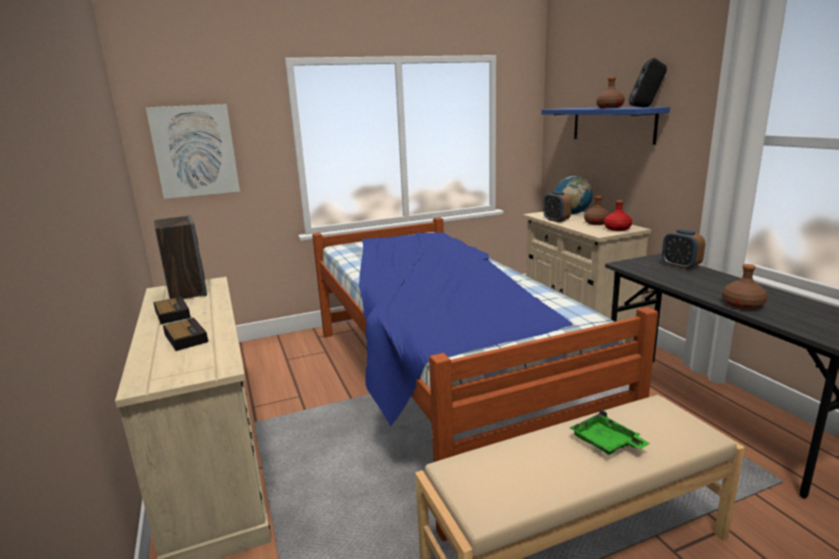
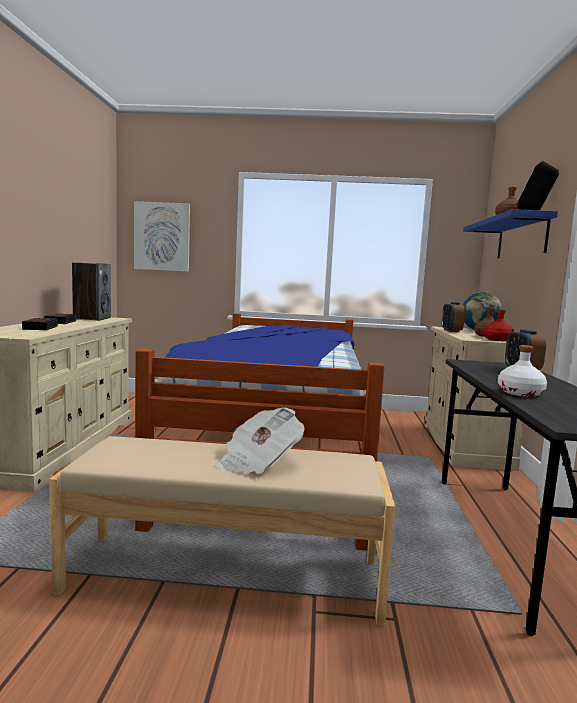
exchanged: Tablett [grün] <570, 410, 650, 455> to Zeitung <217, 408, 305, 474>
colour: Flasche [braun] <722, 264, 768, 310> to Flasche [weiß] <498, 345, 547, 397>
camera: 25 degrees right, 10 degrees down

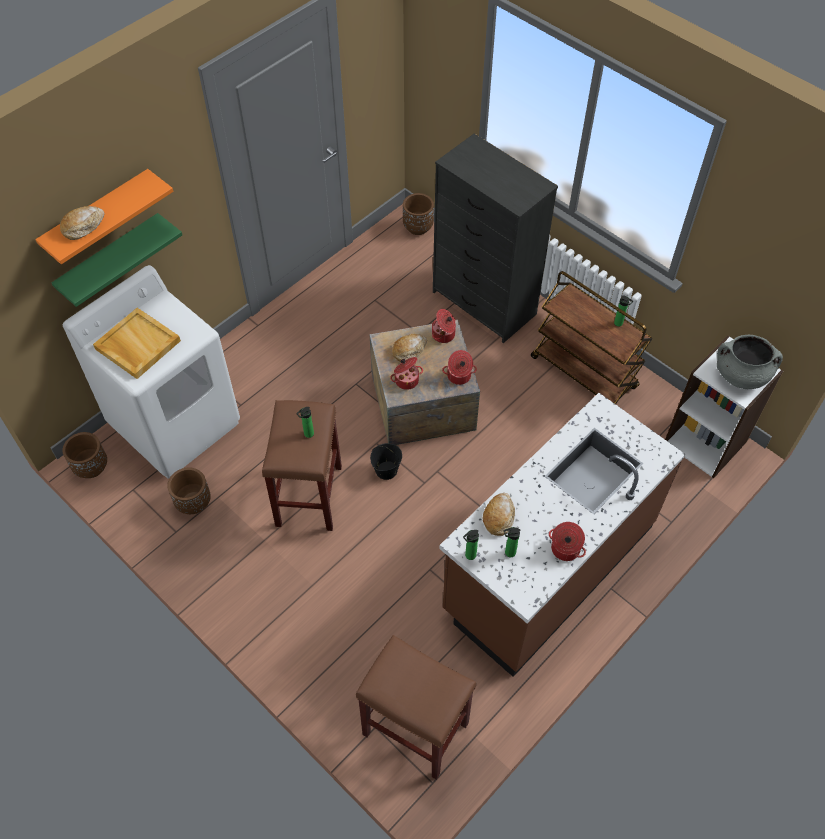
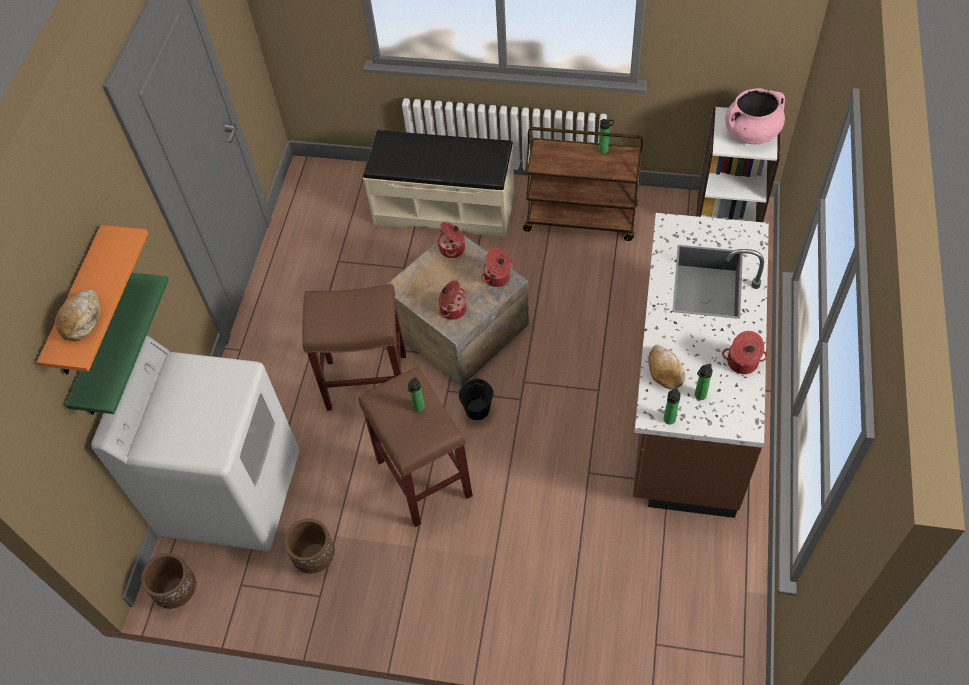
missing: Tablett [beige] <93, 308, 181, 379>; Brot <392, 334, 427, 361>; Pflanzkübel [braun] <403, 193, 434, 235>
relocated: Hocker [braun] <356, 635, 476, 780> to <302, 284, 406, 411>
exchanged: Kommode [schwarz] <433, 134, 558, 343> to Bank [beige] <363, 130, 515, 237>
colour: Kochtopf [grau] <717, 335, 783, 389> to Kochtopf [rosa] <725, 88, 785, 144>
camera: 30 degrees left, 0 degrees up

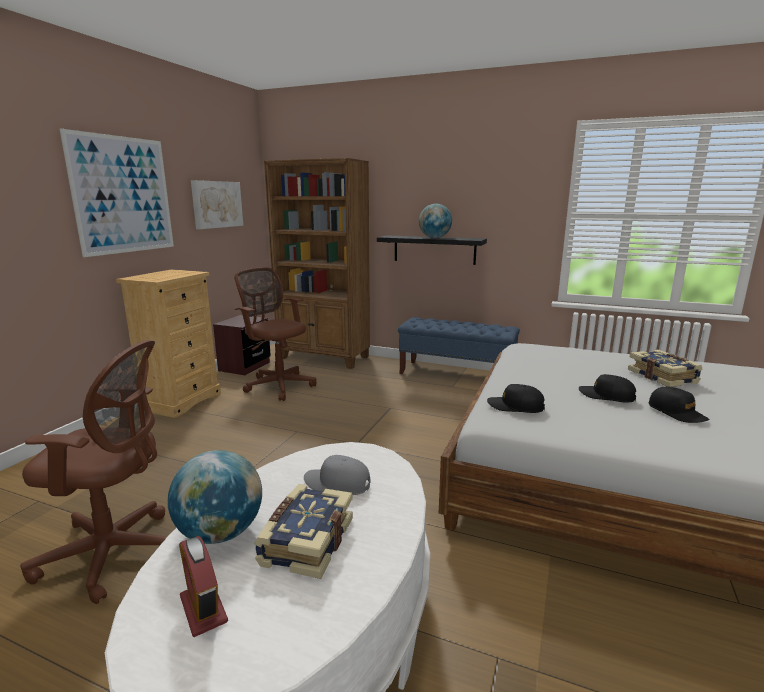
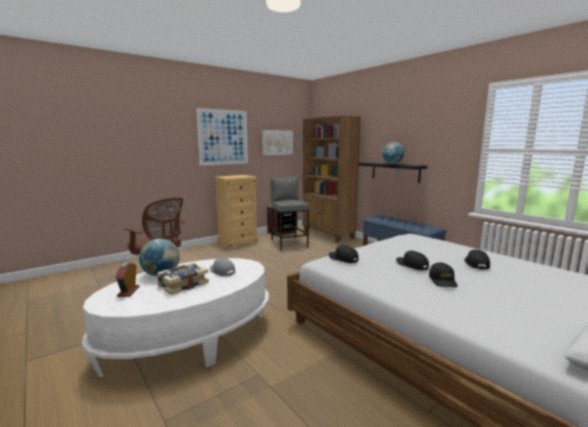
exchanged: Bürostuhl [braun] <234, 267, 316, 401> to Hocker [grau] <270, 177, 310, 250>; Buch <628, 350, 703, 387> to Kappe [schwarz] <464, 249, 490, 270>
camera: 30 degrees right, 5 degrees down

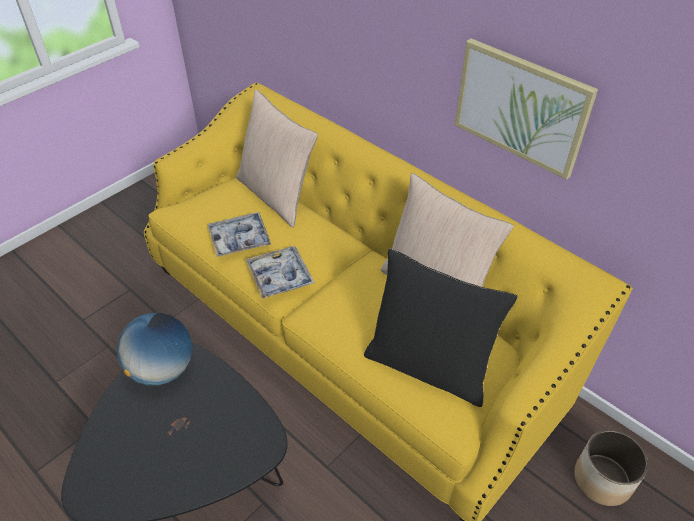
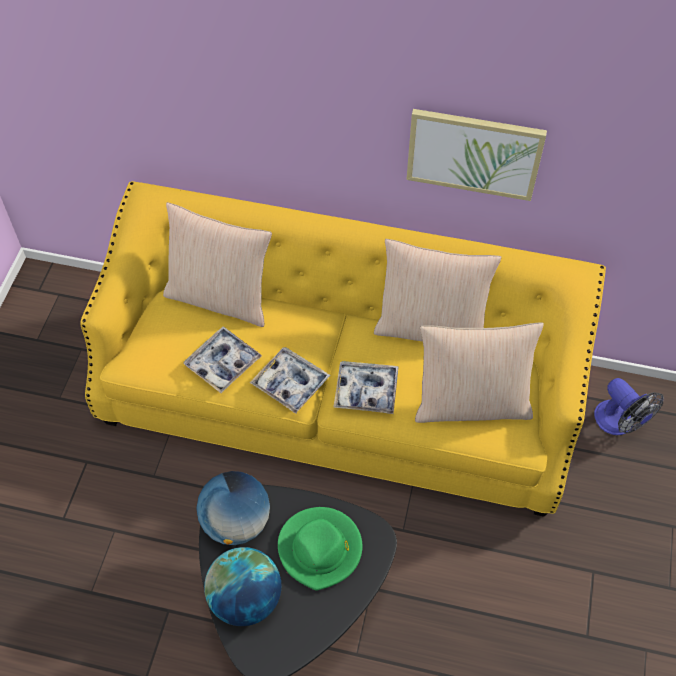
appeared: Globus <204, 547, 281, 626>; Hut [grün] <278, 507, 362, 590>; Tablett <333, 361, 399, 414>
exchanged: Pflanzkübel <574, 430, 648, 506> to Ventilator <594, 378, 664, 435>
colour: Kissen [schwarz] <364, 248, 518, 407> to Kissen [beige] <415, 322, 544, 423>
camera: 30 degrees left, 10 degrees up

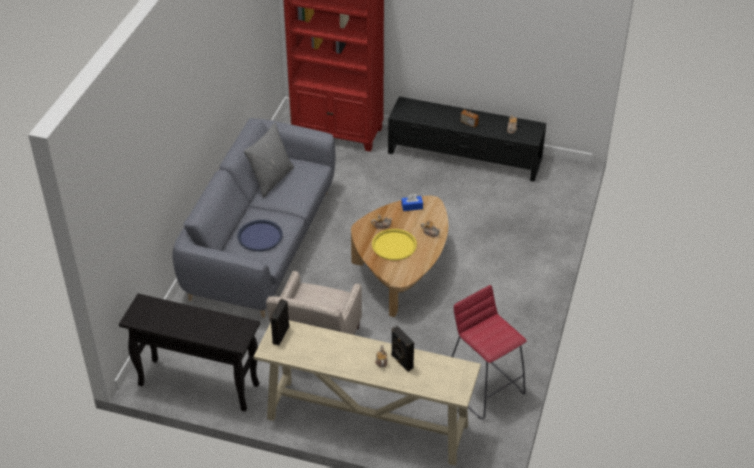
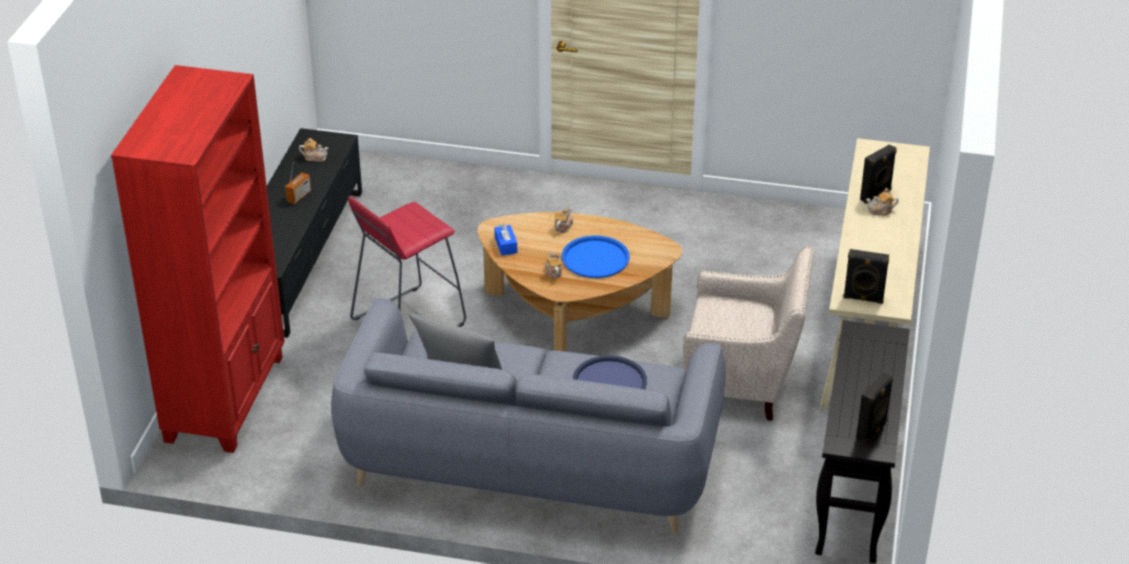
appeared: Lautsprecher [schwarz] <856, 372, 893, 444>
relocated: Hocker [rot] <451, 285, 527, 420> to <348, 197, 466, 327>
colour: Tablett [gelb] <372, 229, 417, 260> to Tablett [blau] <562, 235, 630, 278>
camera: 95 degrees left, 5 degrees down

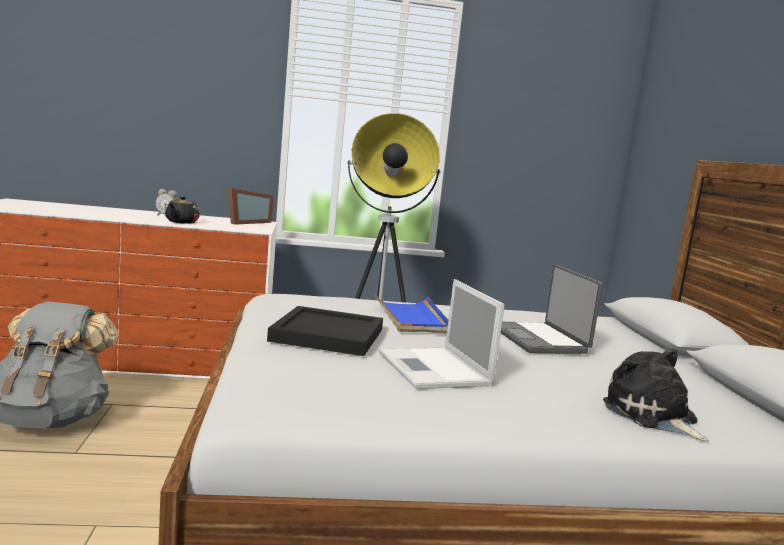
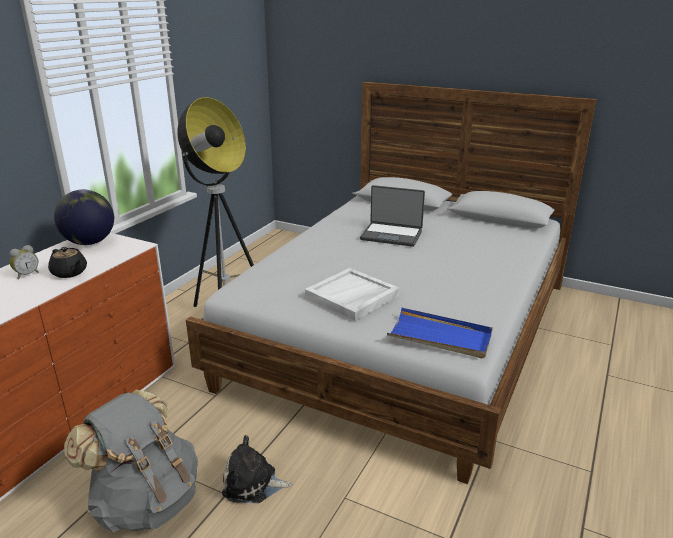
missing: Laptop <379, 279, 505, 389>
relocated: Tablett [blau] <374, 294, 448, 333> to <387, 308, 493, 358>; Plüschtier <603, 348, 709, 441> to <222, 435, 293, 503>
exchanged: Bilderrahmen <228, 188, 274, 225> to Globus <54, 190, 114, 245>
colour: Tablett [schwarz] <267, 306, 383, 356> to Tablett [weiß] <305, 268, 399, 321>
camera: 55 degrees left, 15 degrees up

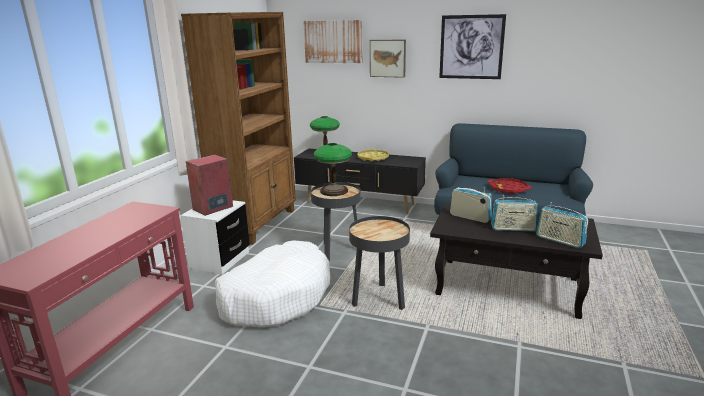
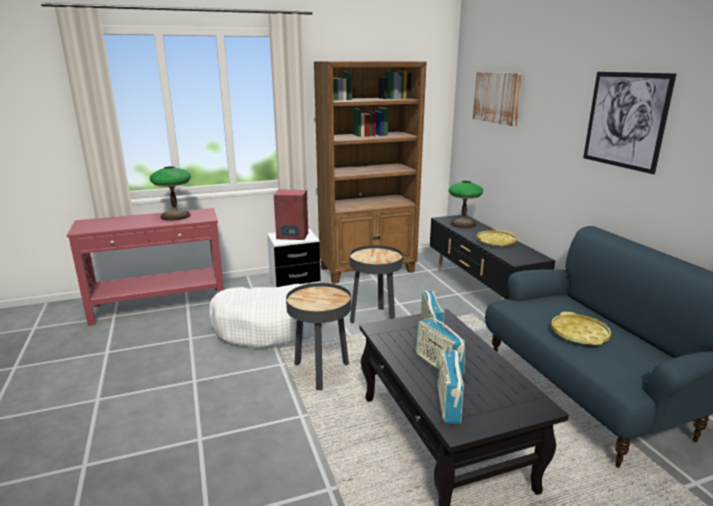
missing: Bild <370, 40, 406, 78>
relocated: Tischlampe <314, 143, 352, 196> to <150, 166, 191, 221>
colour: Tablett [rot] <487, 178, 532, 194> to Tablett [gelb] <551, 312, 611, 345>
camera: 50 degrees right, 0 degrees up

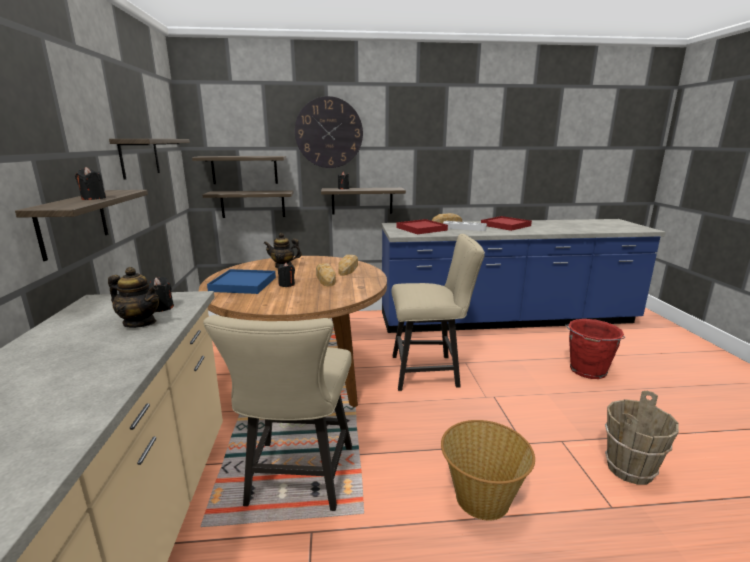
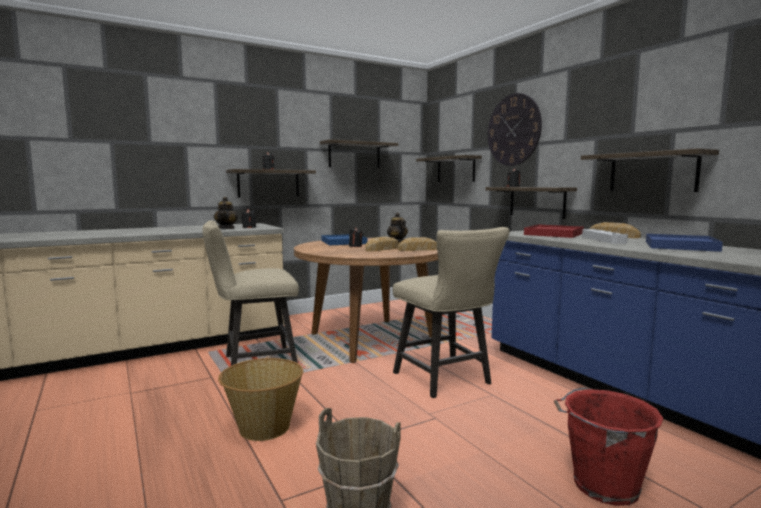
relocated: Wandregal <202, 191, 294, 218> to <581, 148, 719, 192>
colour: Tablett [rot] <481, 216, 532, 231> to Tablett [blau] <646, 234, 723, 252>
camera: 65 degrees right, 10 degrees down

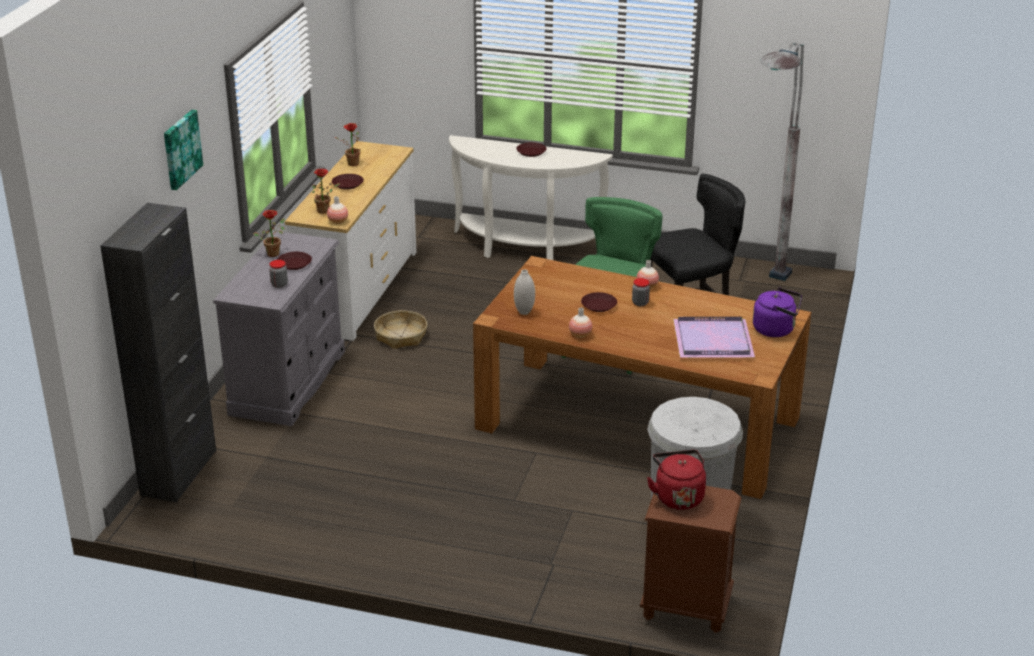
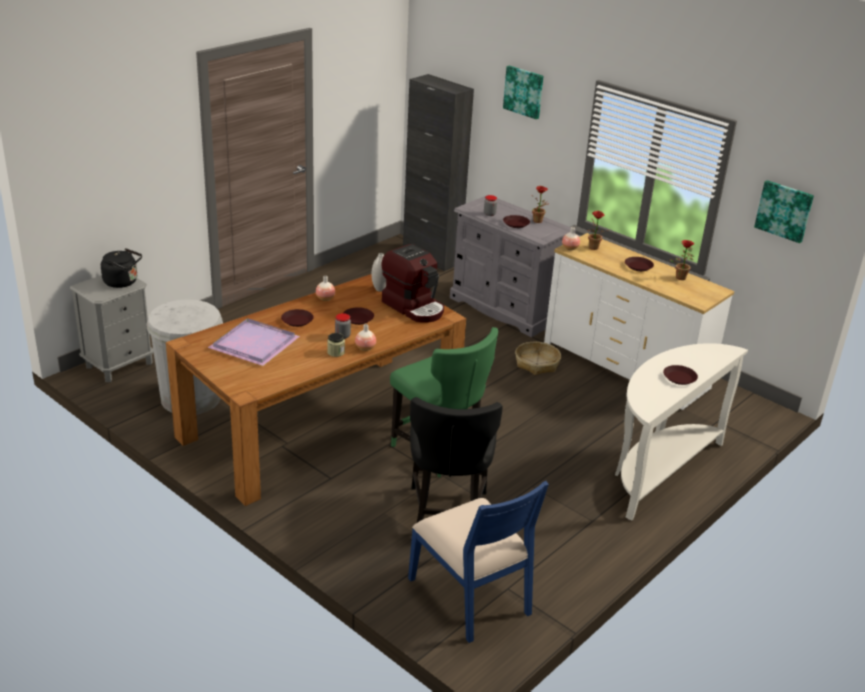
missing: Wasserkessel [lila] <753, 287, 802, 337>
appeared: Teller [braun] <281, 309, 313, 327>; Vorratsglas <327, 333, 345, 357>; Kaffeemaschine <382, 244, 444, 323>; Bild <754, 180, 814, 243>
exchanged: Stehlampe [grau] <760, 43, 804, 281> to Stuhl [blau] <408, 481, 549, 643>
colour: Nachttisch [braun] <640, 486, 742, 633> to Nachttisch [grau] <70, 275, 153, 382>; Wasserkessel [rot] <647, 450, 706, 510> to Wasserkessel [schwarz] <101, 248, 142, 288>
camera: 115 degrees right, 0 degrees up

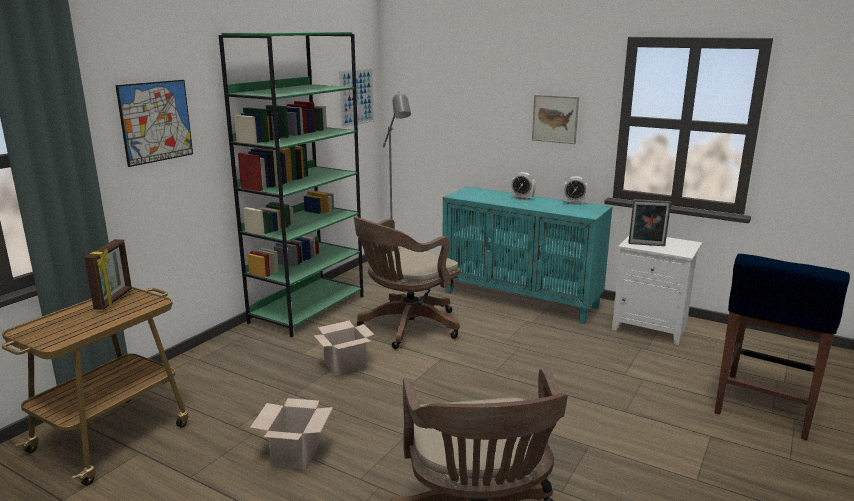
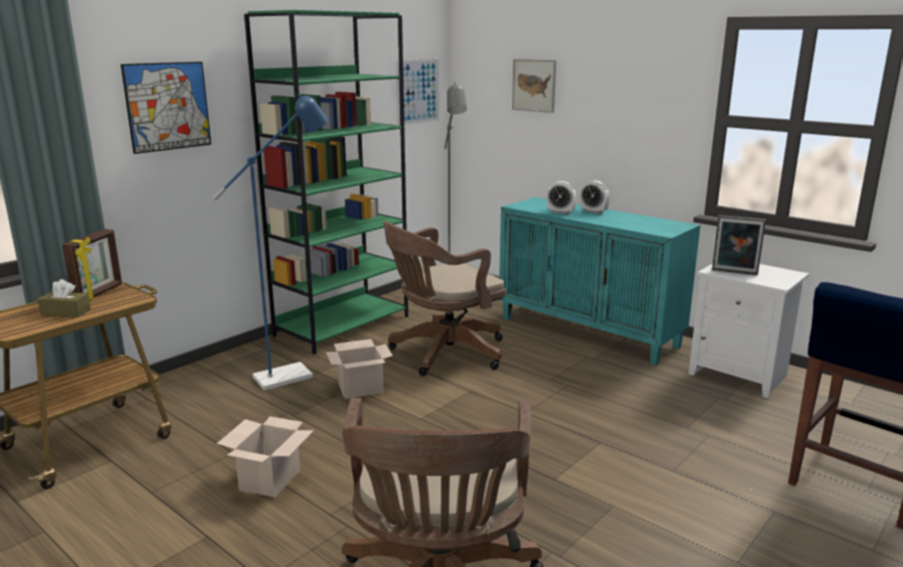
appeared: Taschentuchbox [braun] <38, 279, 91, 317>; Stehlampe [blau] <213, 94, 328, 390>
relocated: Bild <532, 95, 579, 144> to <512, 59, 556, 113>; Wecker <563, 176, 588, 205> to <547, 181, 576, 214>
camera: 10 degrees right, 0 degrees up

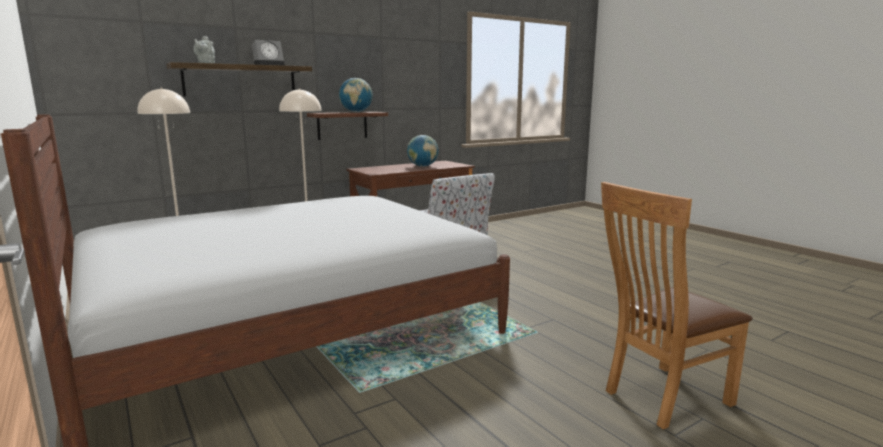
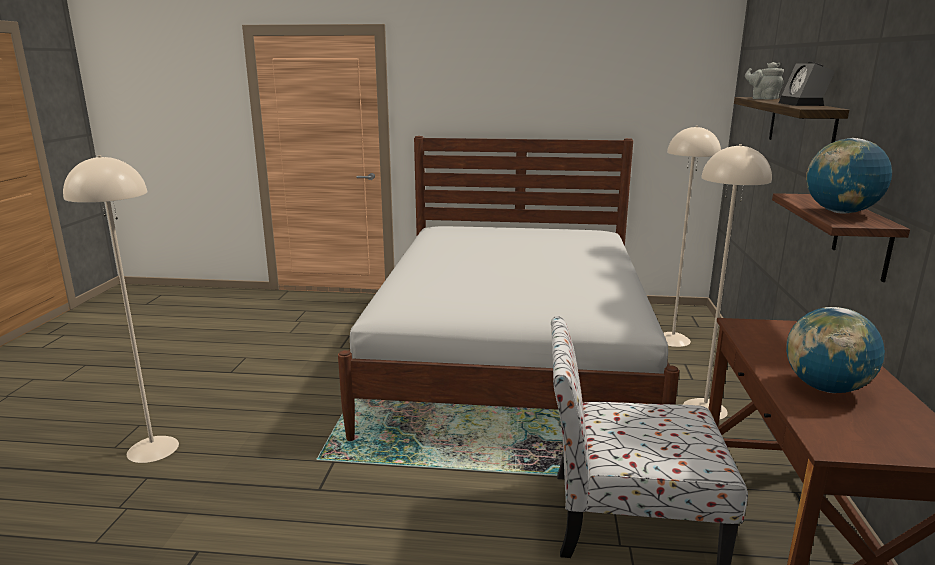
exchanged: Stuhl [braun] <601, 182, 753, 429> to Stehlampe [beige] <63, 155, 179, 463>
camera: 130 degrees right, 5 degrees up

